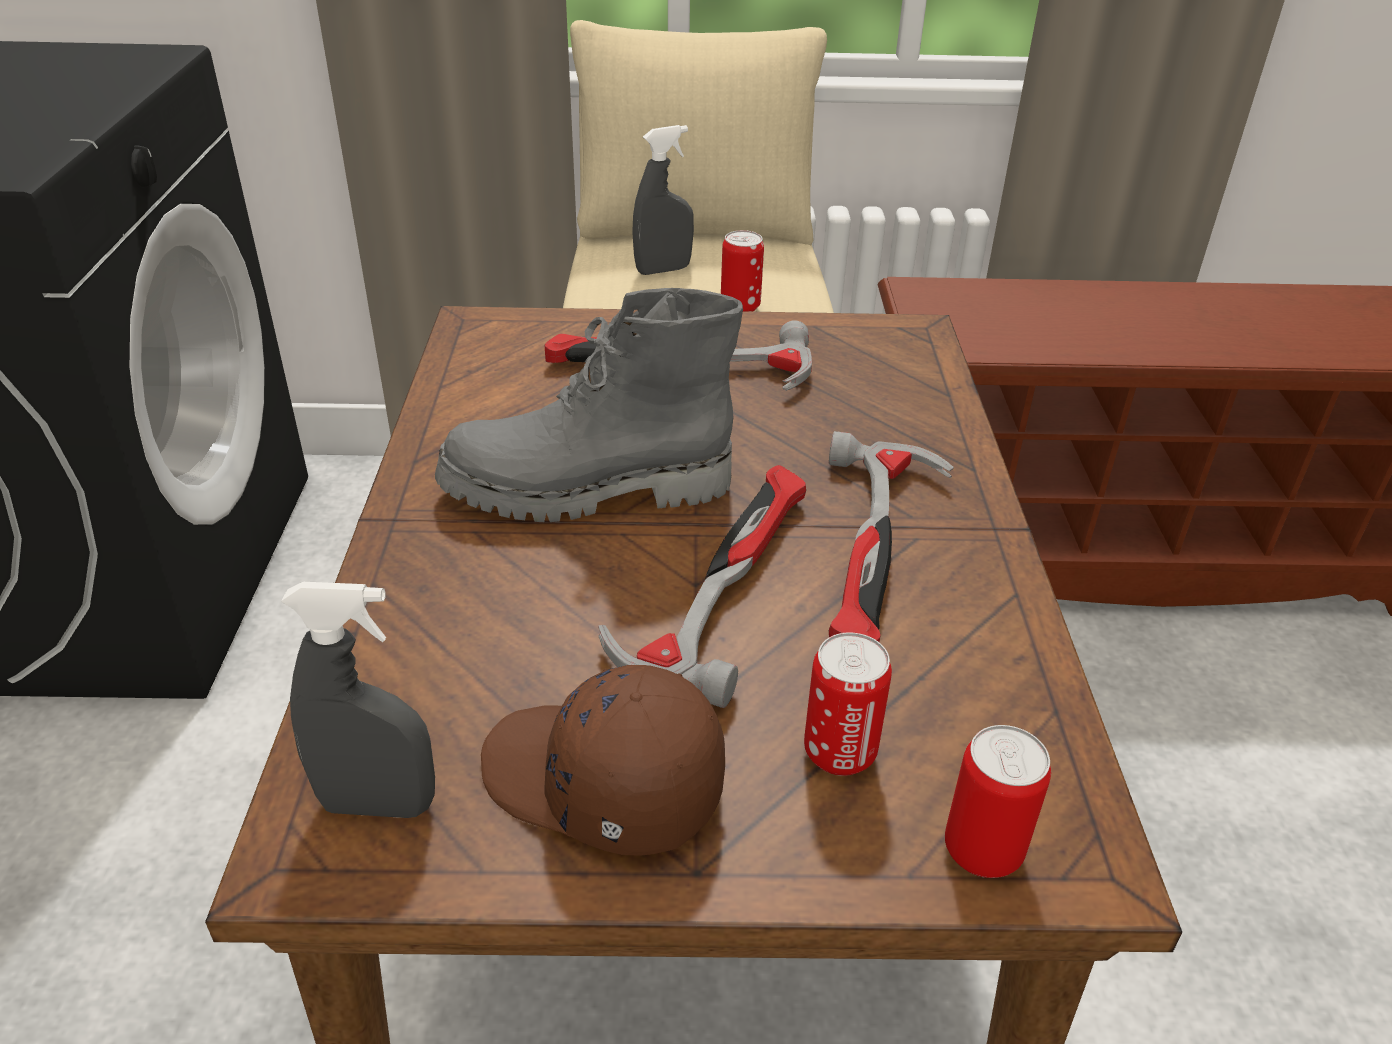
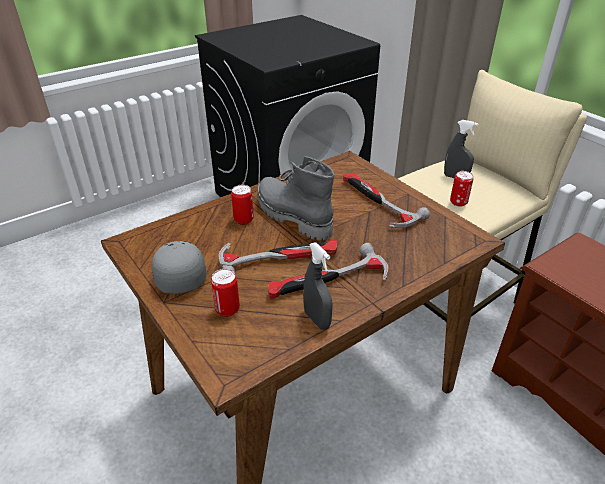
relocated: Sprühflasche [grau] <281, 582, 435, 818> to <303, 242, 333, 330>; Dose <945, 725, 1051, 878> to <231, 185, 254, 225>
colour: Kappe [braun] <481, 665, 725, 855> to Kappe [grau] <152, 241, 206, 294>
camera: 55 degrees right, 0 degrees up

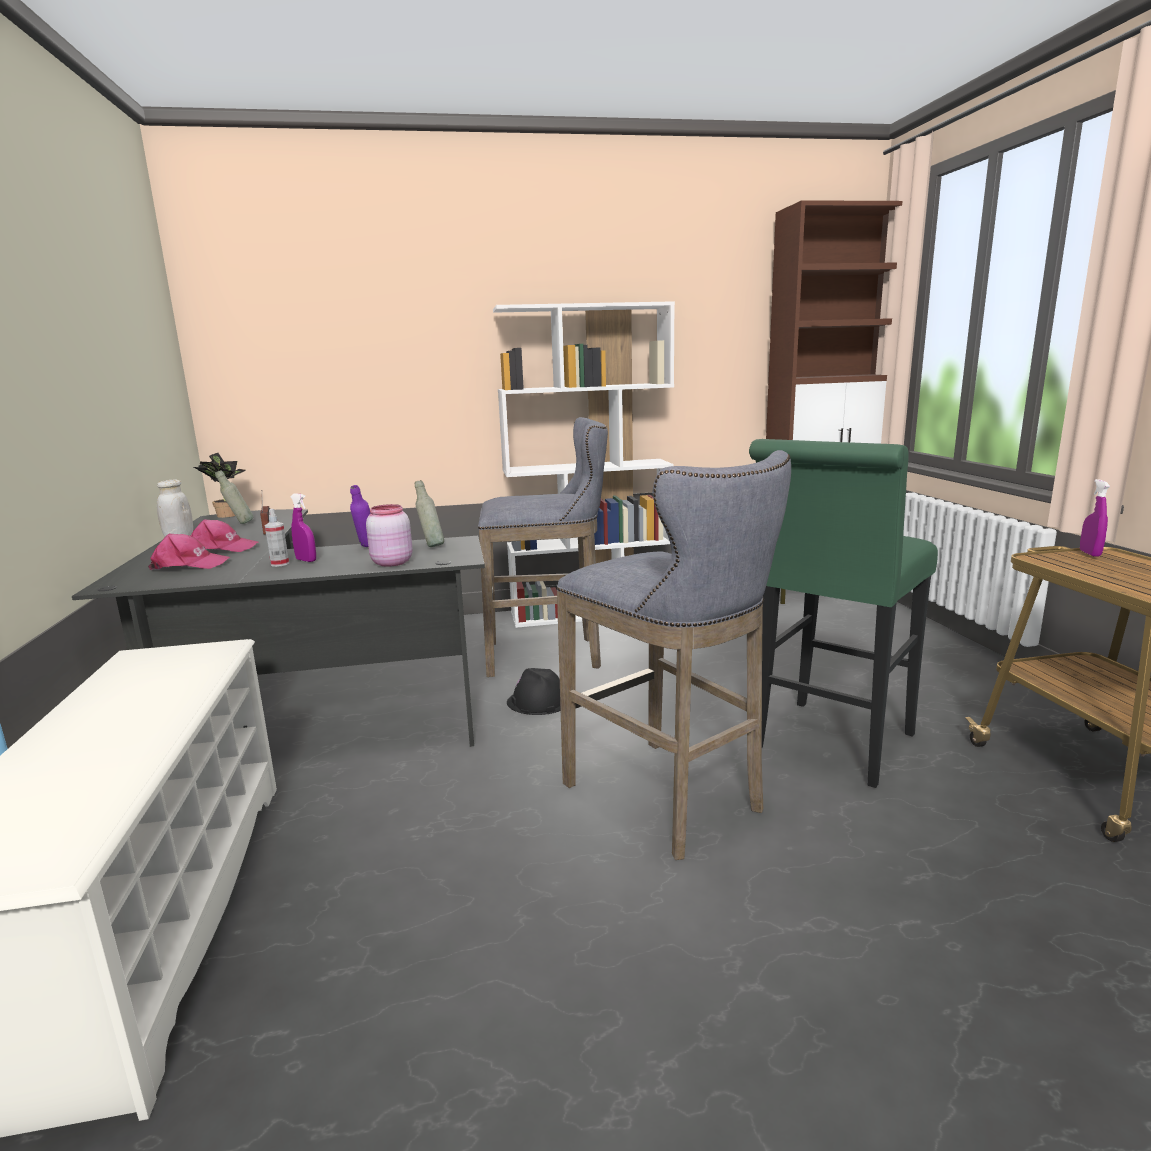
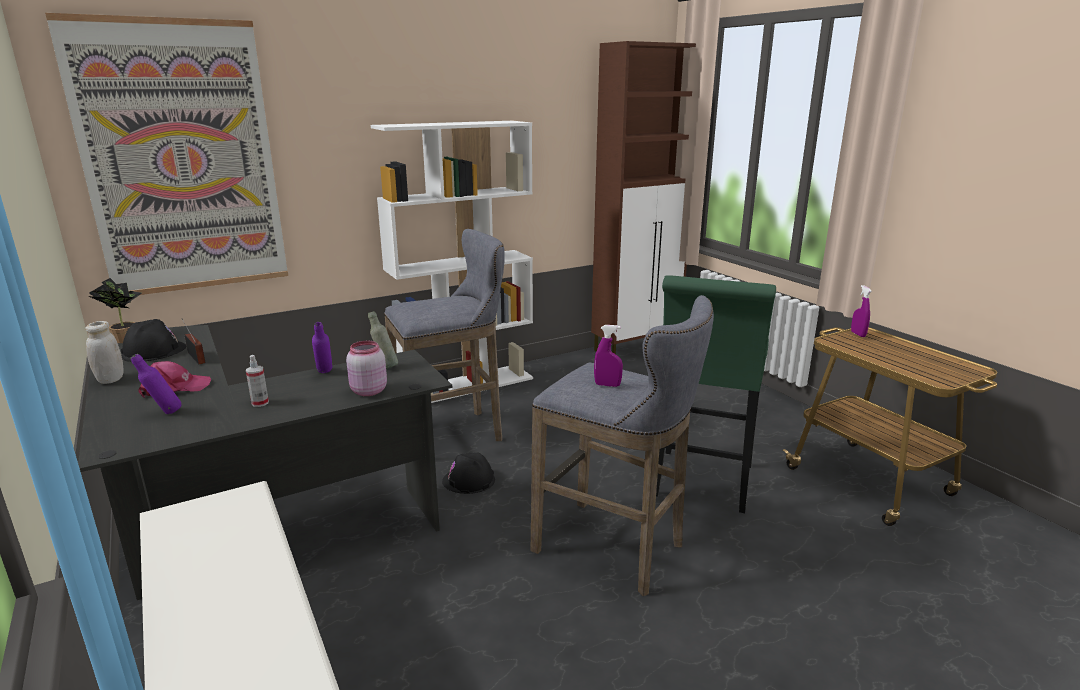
appeared: Bild <45, 13, 288, 295>
relocated: Sprühflasche [lila] <290, 493, 316, 562> to <594, 325, 623, 387>
exchanged: Kappe [rosa] <148, 534, 230, 570> to Flasche [lila] <131, 354, 182, 414>; Flasche [grau] <215, 470, 253, 524> to Schutzhelm [schwarz] <121, 319, 186, 362>
camera: 20 degrees left, 5 degrees up

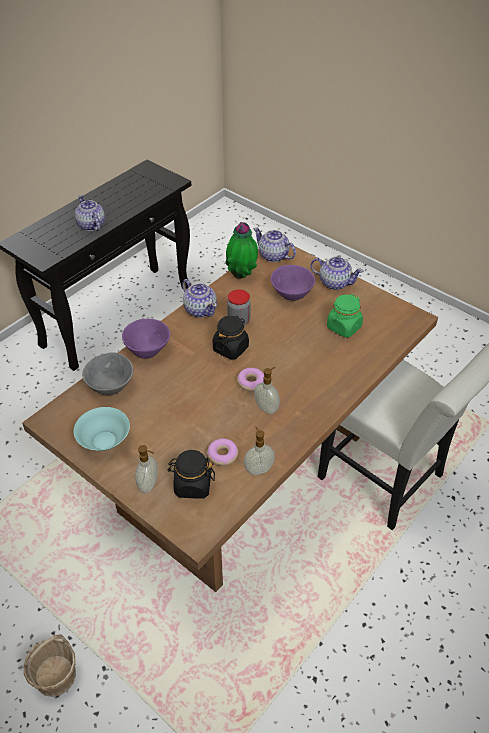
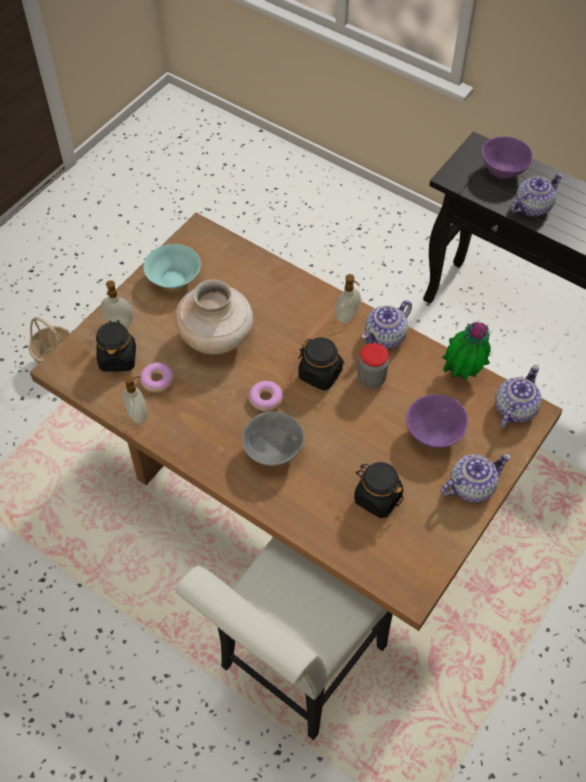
appeared: Vase [beige] <175, 280, 253, 354>
relocated: Schüssel [grau] <82, 353, 133, 396> to <242, 412, 305, 466>; Schüssel [lila] <122, 319, 170, 359> to <481, 136, 533, 179>; Seifenspender <254, 367, 280, 414> to <335, 274, 361, 323>
colour: Vorratsglas [grün] <327, 294, 363, 338> to Vorratsglas [schwarz] <354, 462, 403, 518>
spun: Teekanne <311, 257, 363, 290> = <440, 453, 511, 503> 135 degrees counterclockwise
camera: 85 degrees right, 10 degrees up

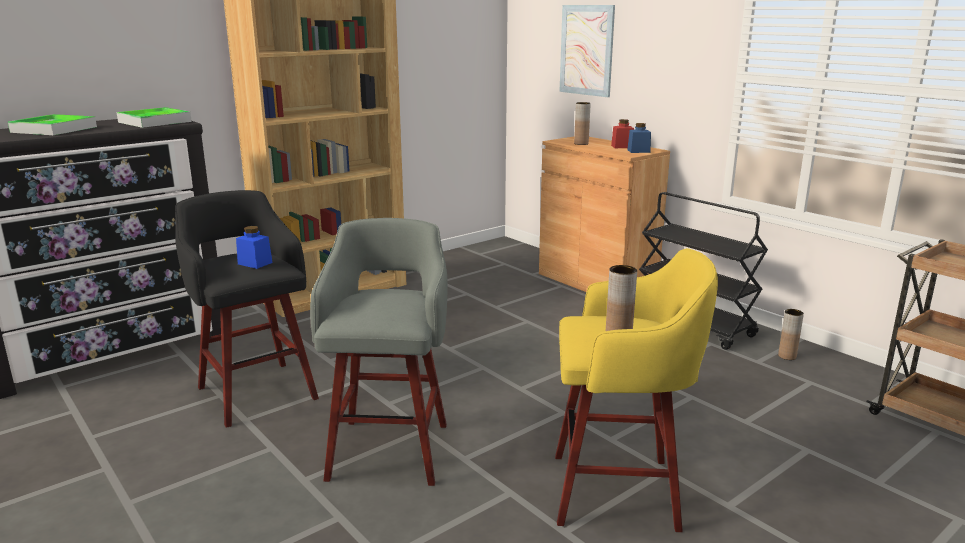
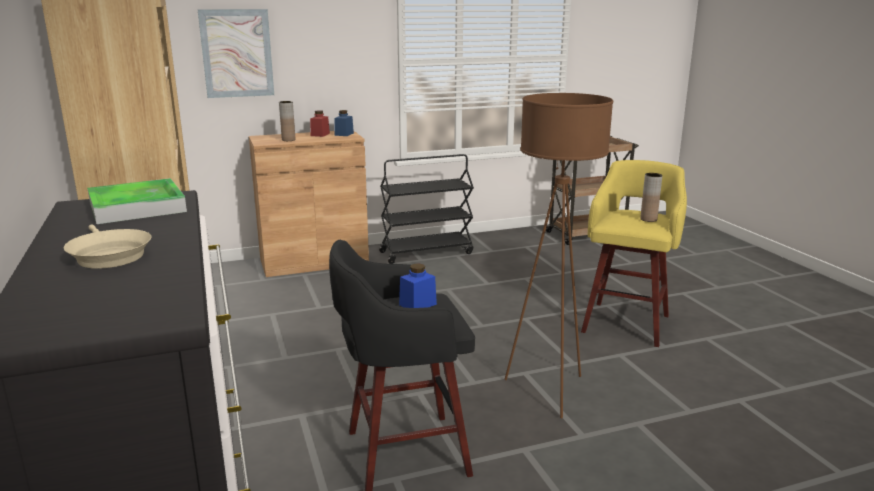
missing: Vase [braun] <778, 309, 804, 360>
exchanged: Tablett <8, 114, 97, 135> to Pfanne [beige] <64, 225, 151, 269>; Hocker [grau] <310, 218, 448, 486> to Stehlampe [braun] <504, 93, 613, 418>
camera: 70 degrees left, 0 degrees up

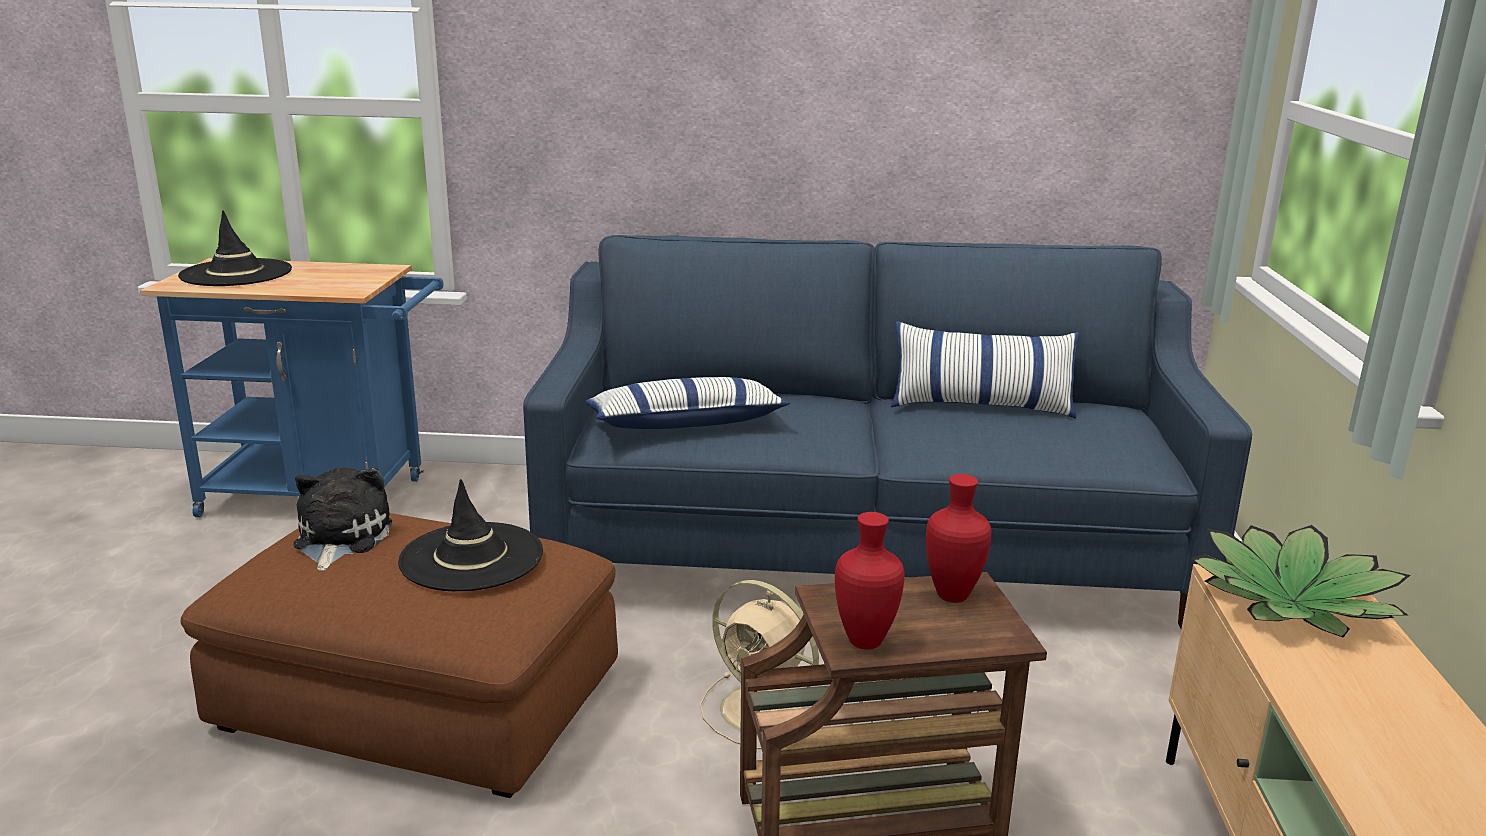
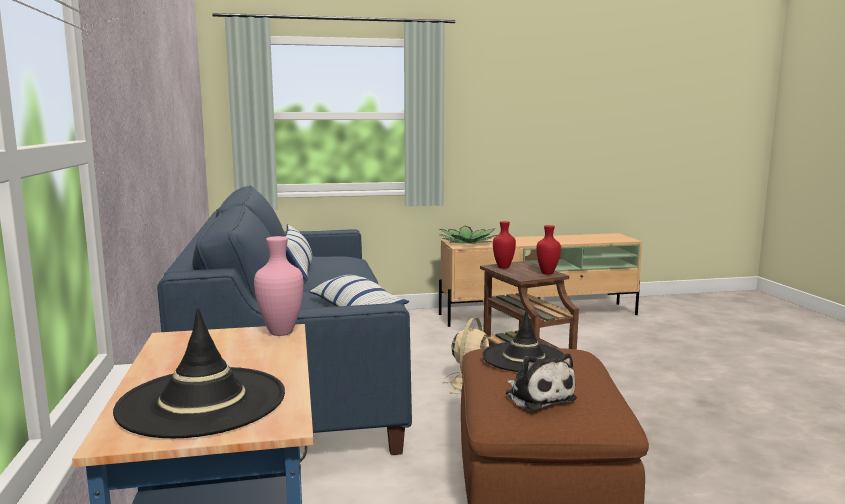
appeared: Vase [rosa] <254, 236, 303, 336>
spun: Plüschtier <293, 467, 392, 571> = <506, 353, 577, 411> 105 degrees counterclockwise
camera: 105 degrees left, 10 degrees down

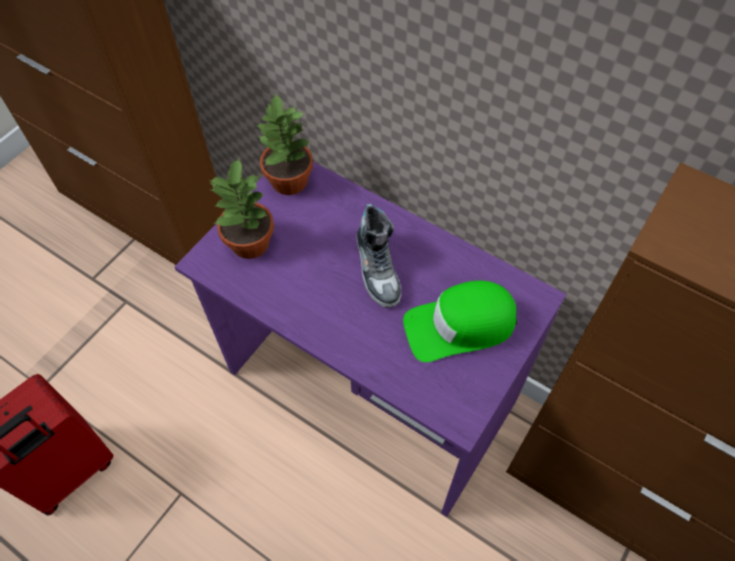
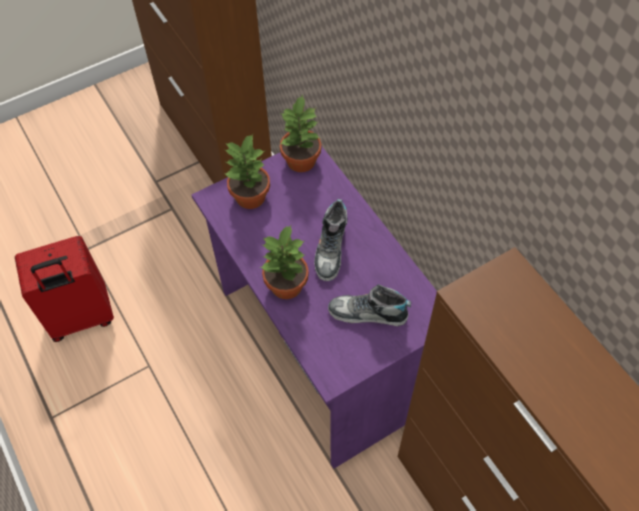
appeared: Topfpflanze <260, 225, 309, 299>
exchanged: Kappe [grün] <403, 281, 517, 362> to Schuh <328, 284, 411, 326>
camera: 25 degrees right, 0 degrees up

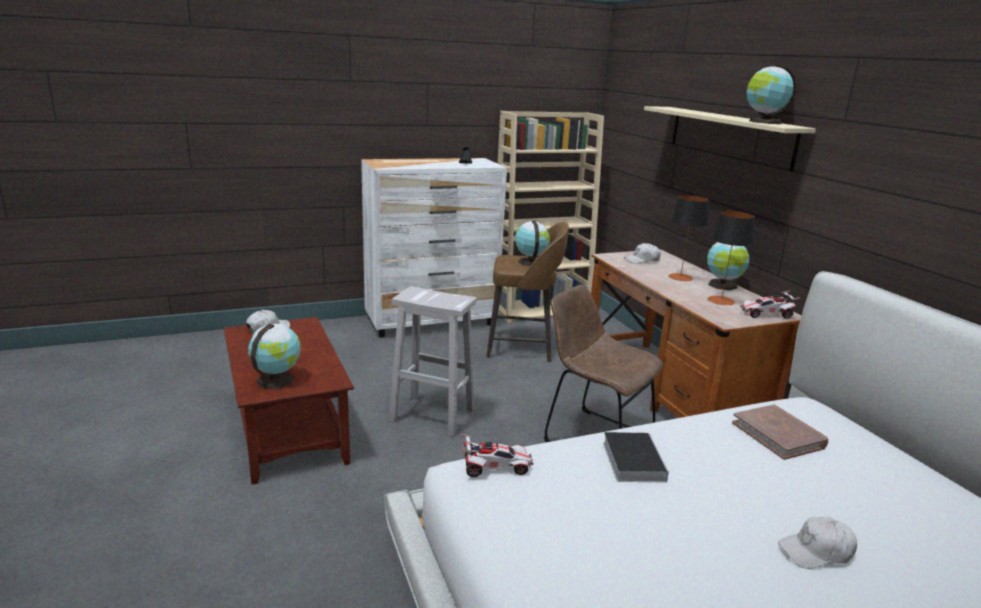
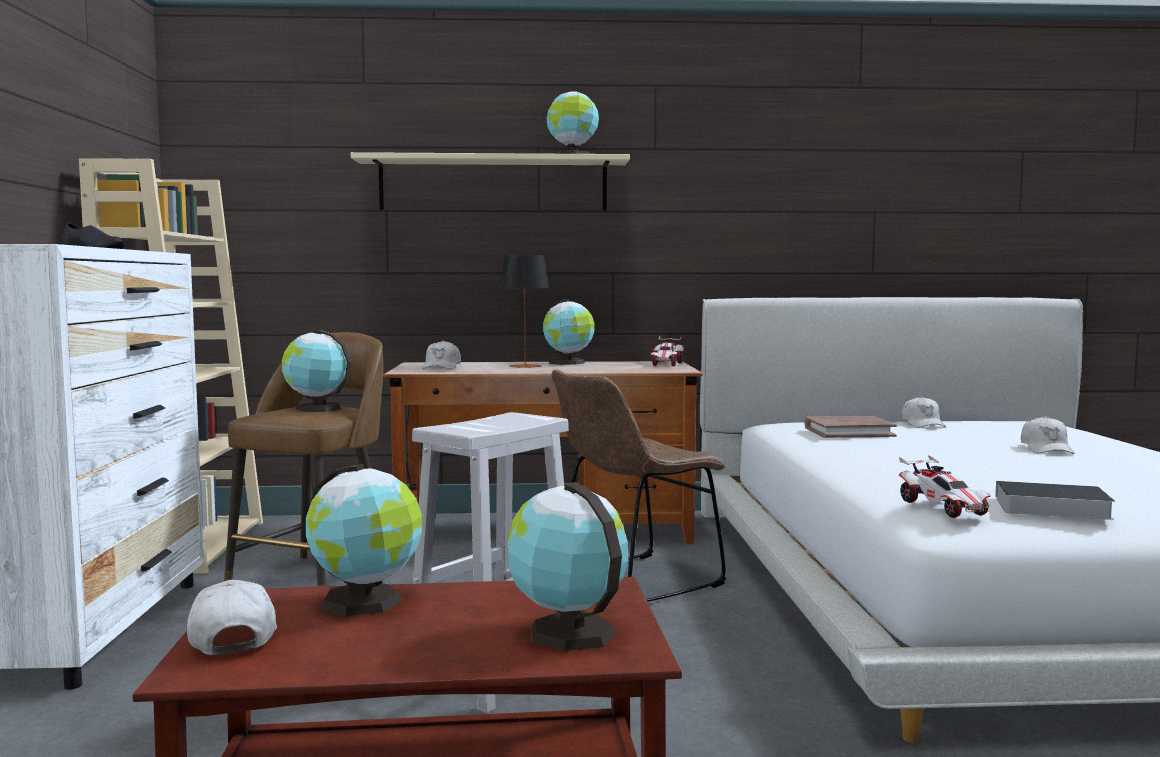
missing: Tischlampe <708, 211, 755, 305>
appeared: Globus <306, 464, 422, 616>; Kappe [weiß] <901, 396, 946, 428>
relocated: Buch <603, 432, 669, 483> to <990, 481, 1115, 520>
spun: Spielzeugauto <460, 434, 533, 477> = <899, 455, 991, 518> 150 degrees clockwise
camera: 70 degrees left, 15 degrees down

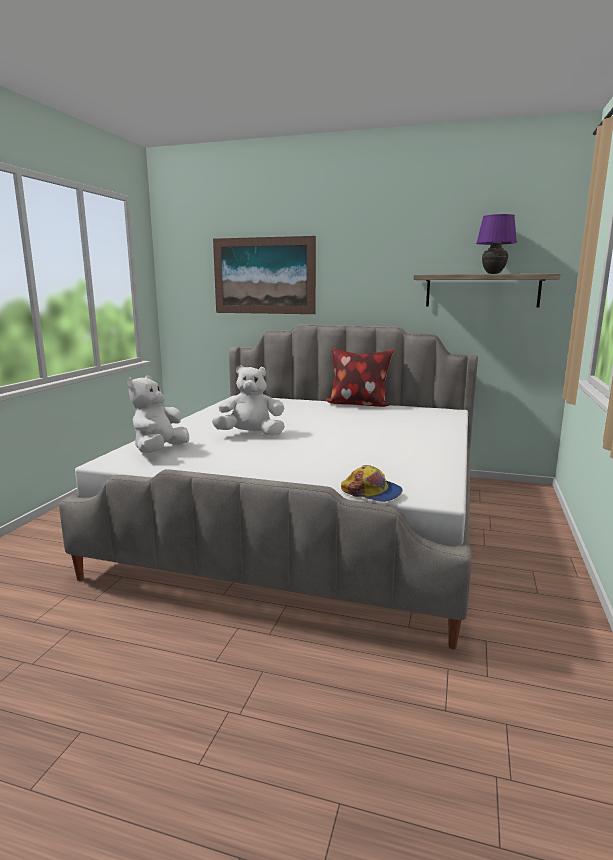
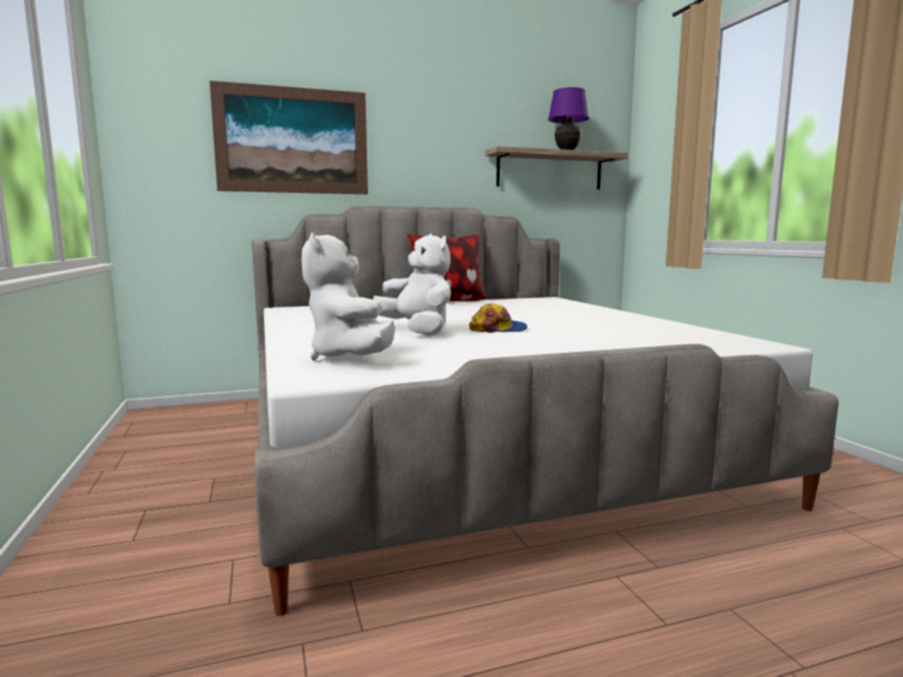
relocated: Kappe <341, 465, 403, 502> to <469, 303, 527, 333>
spun: Plüschtier [weiß] <212, 365, 285, 436> = <373, 234, 451, 336> 90 degrees clockwise
camera: 35 degrees left, 5 degrees down

